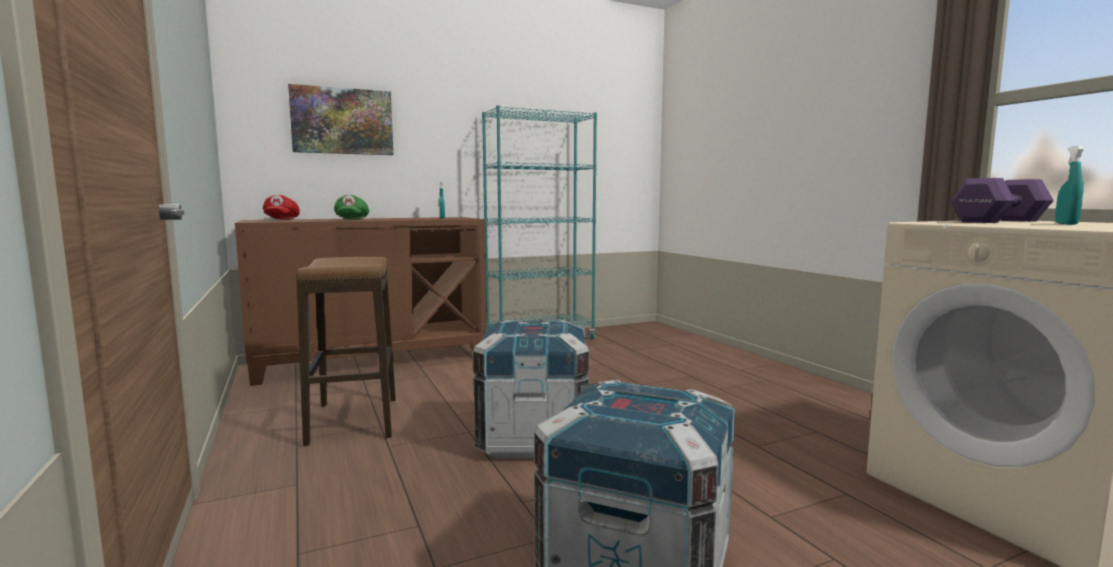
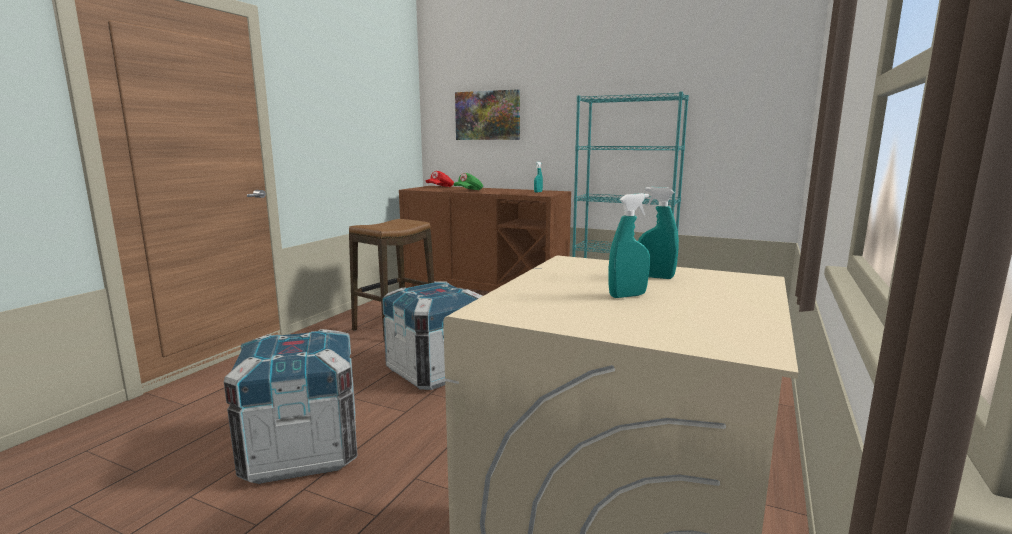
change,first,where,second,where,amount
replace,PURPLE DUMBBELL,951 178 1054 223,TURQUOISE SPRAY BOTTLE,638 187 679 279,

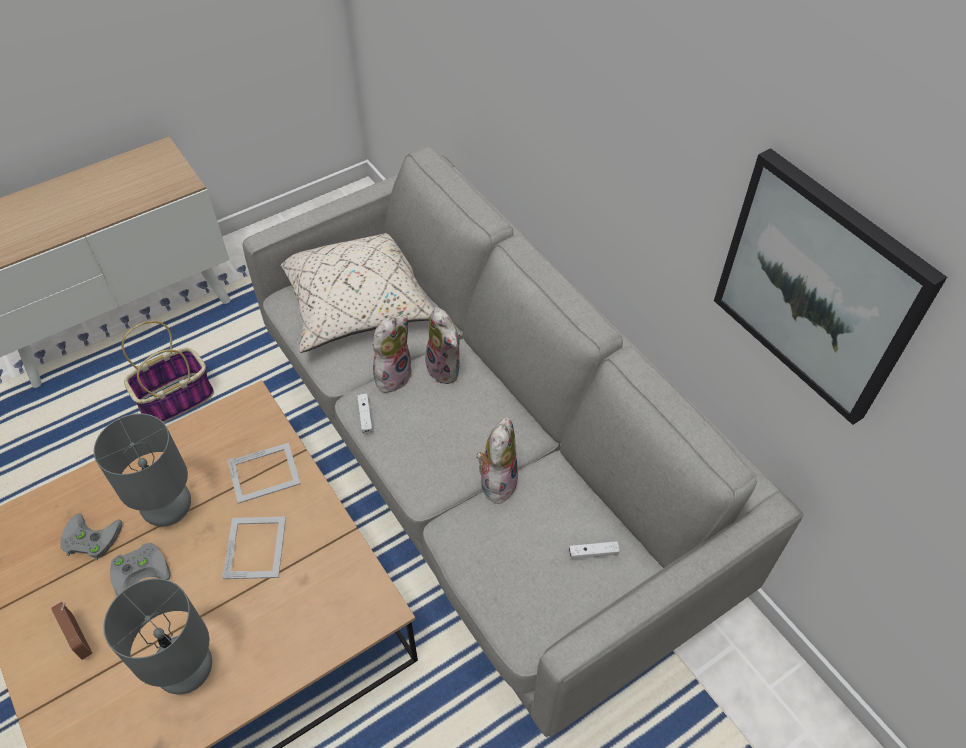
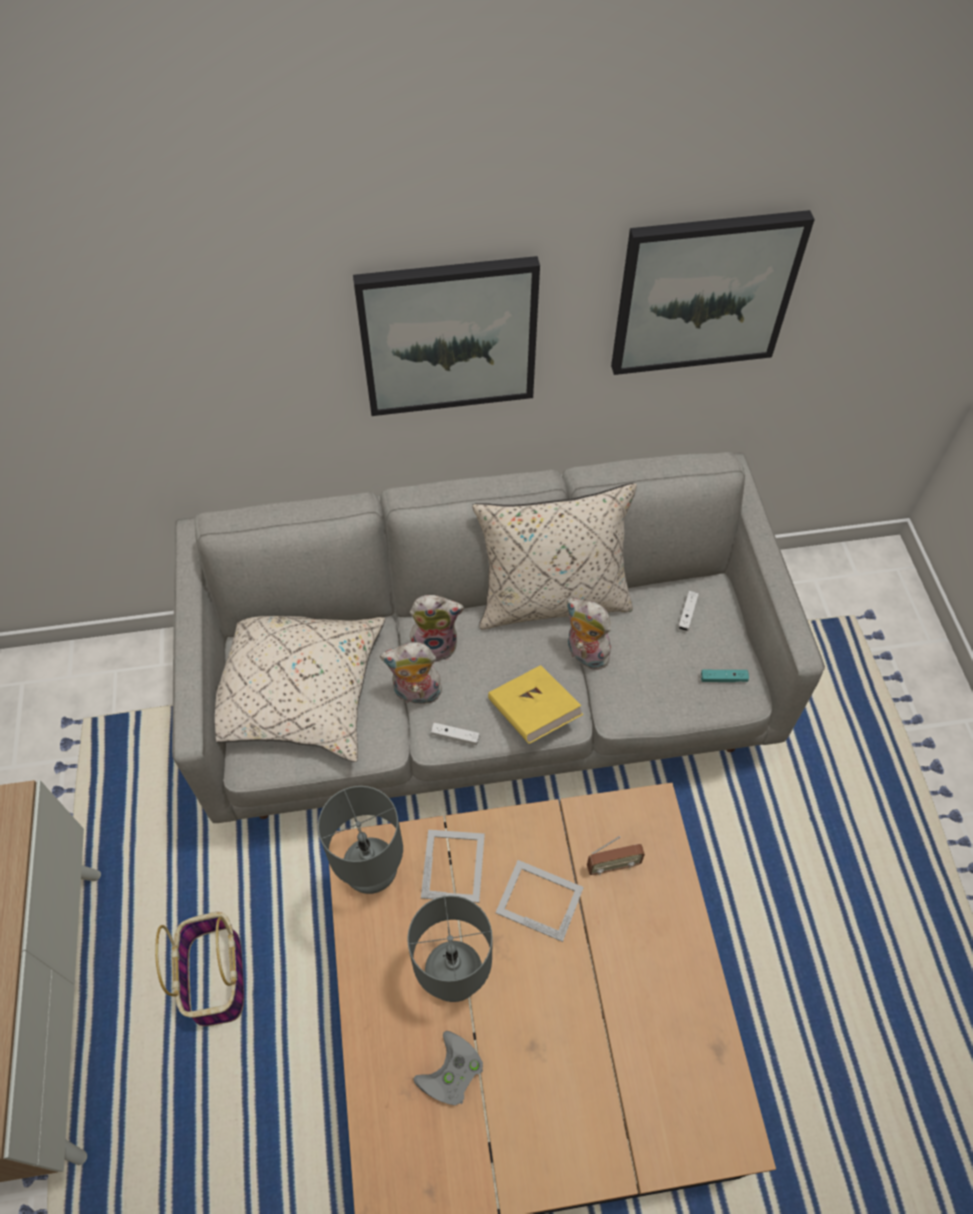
change,first,where,second,where,amount
move,GREY TABLE LAMP,103 578 212 694,,318 786 403 894,
insert,,,PICTURE,353 256 540 416,
rotate,PLUSH TOY,372 315 413 393,,380 642 443 705,60 degrees counterclockwise
insert,,,BEIGE PILLOW,472 483 637 630,
insert,,,YELLOW BOOK,488 665 583 744,
move,RADIO,51 602 93 660,,587 836 645 875,
insert,,,TURQUOISE GAME CONTROLLER,701 670 749 682,
delete,GREY GAME CONTROLLER,110 543 171 596,,,

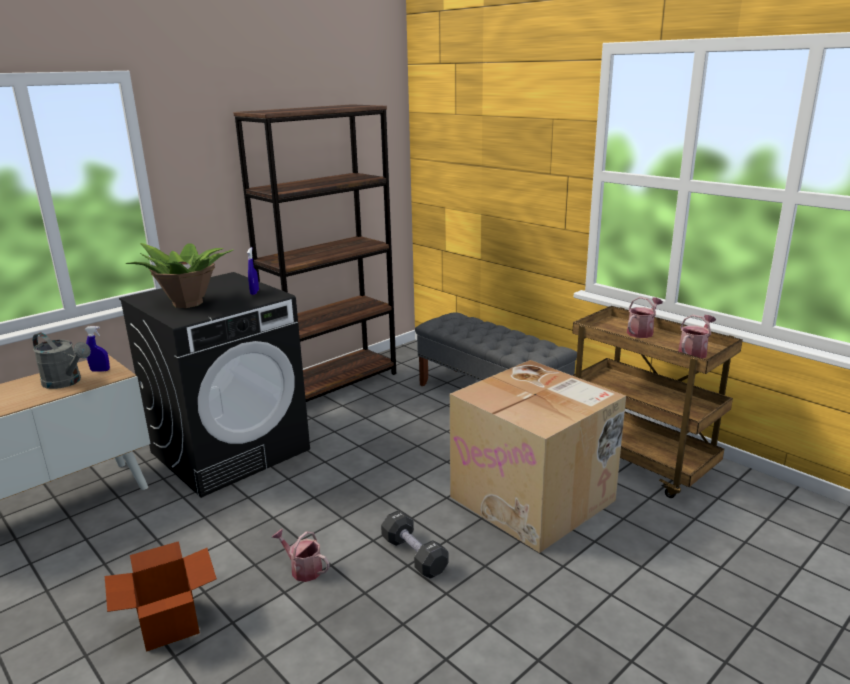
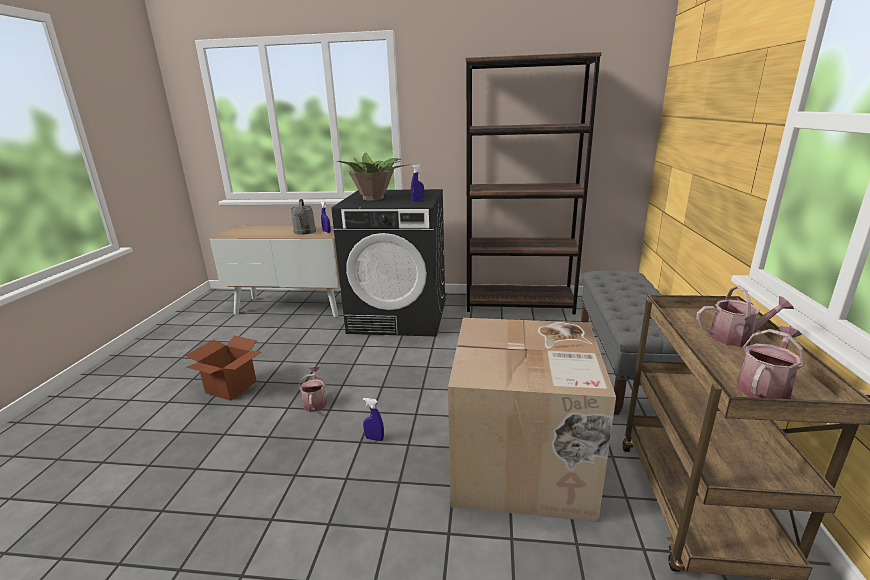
change,first,where,second,where,amount
replace,BLACK DUMBBELL,381 510 449 579,BLUE SPRAY BOTTLE,363 398 384 441,
rotate,WATERING CAN,678 315 716 358,,737 326 805 399,45 degrees counterclockwise

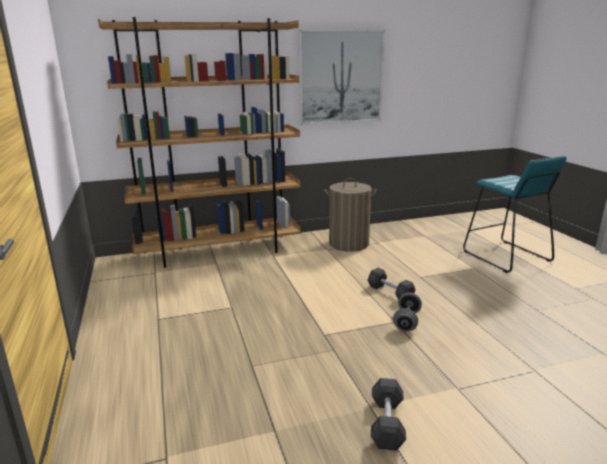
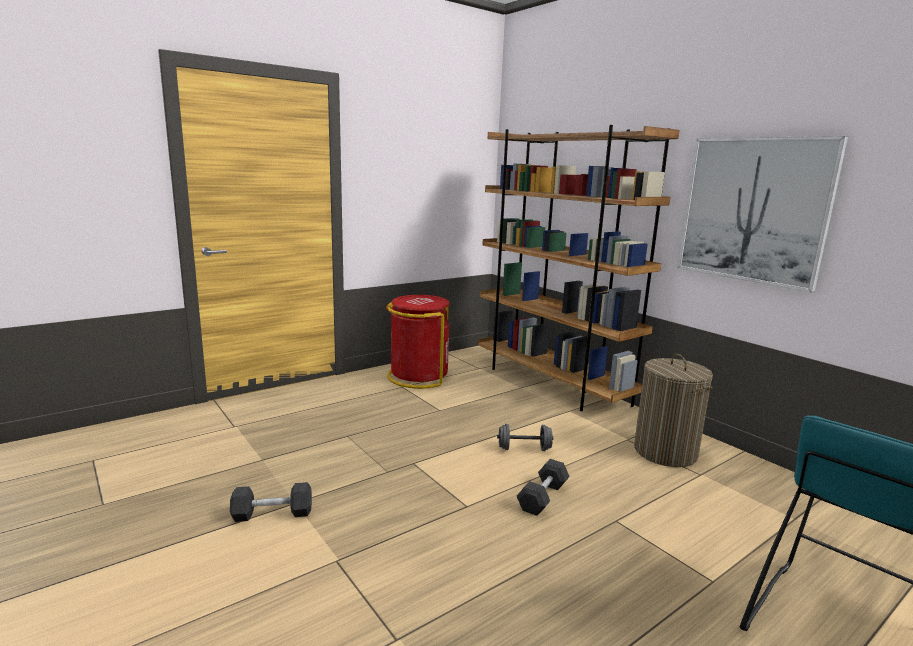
change,first,where,second,where,amount
insert,,,RED TRASH CAN,386 295 450 389,
move,GREY DUMBBELL,393 292 422 332,,497 424 553 451,

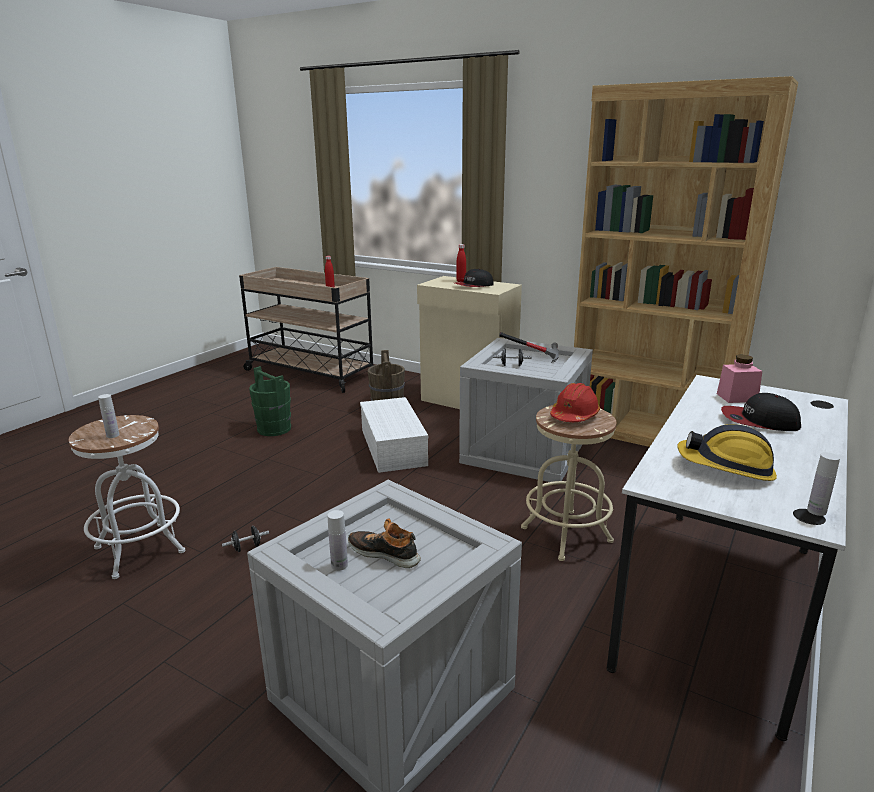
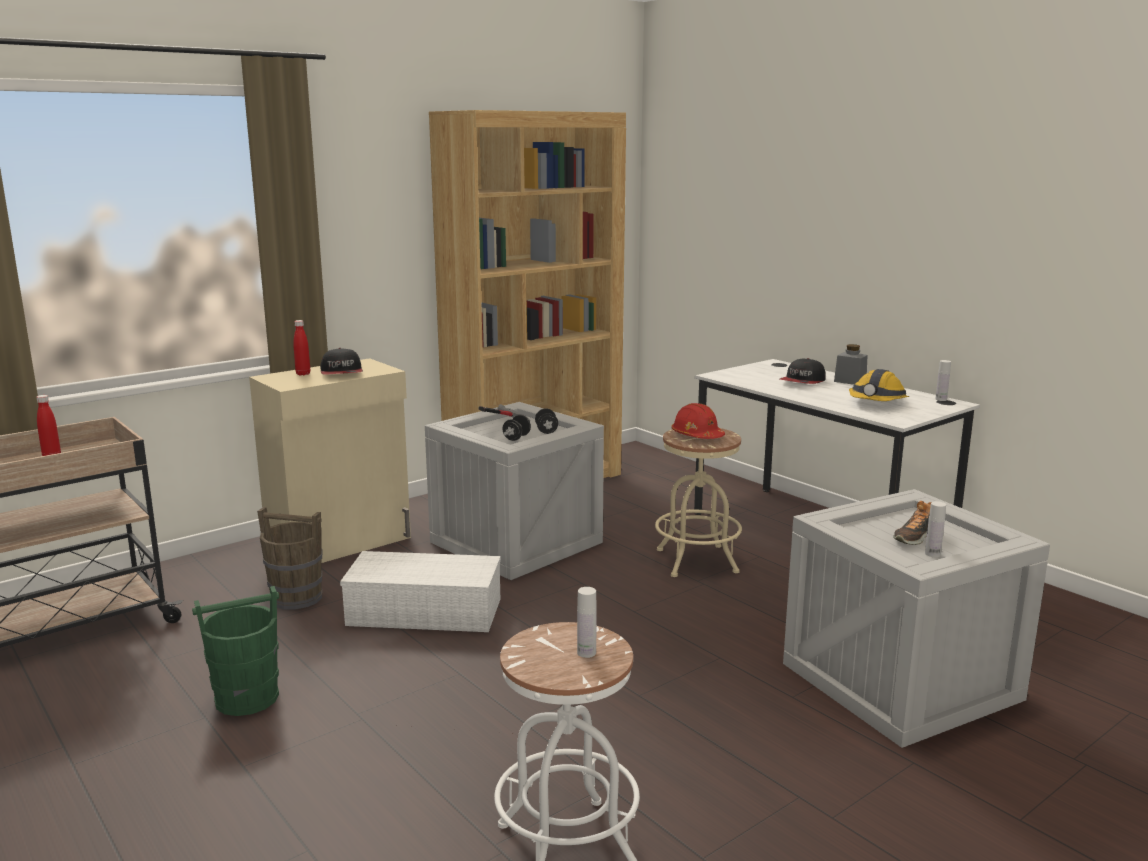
change,first,where,second,where,amount
move,BLACK DUMBBELL,222 526 269 552,,535 408 558 434,
insert,,,GREY JAR,834 344 868 385,
delete,PINK JAR,717 354 762 403,,,

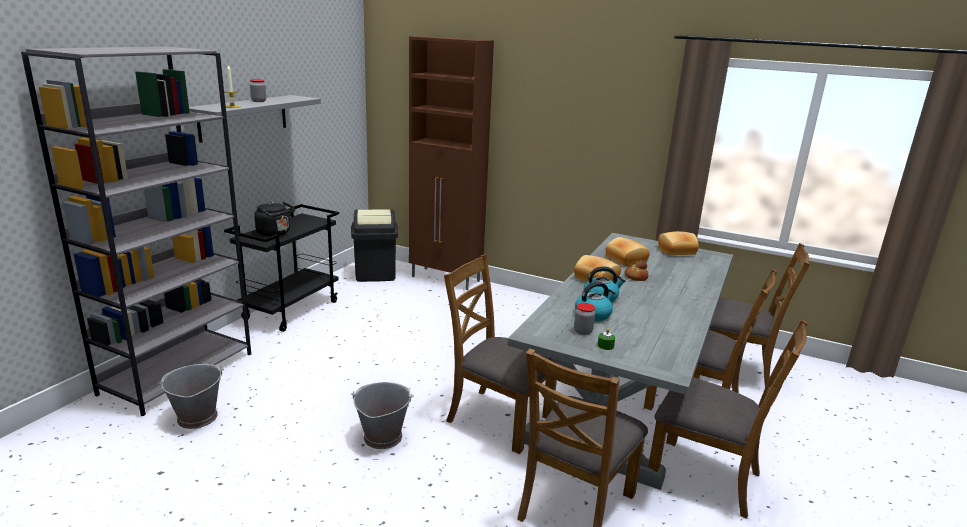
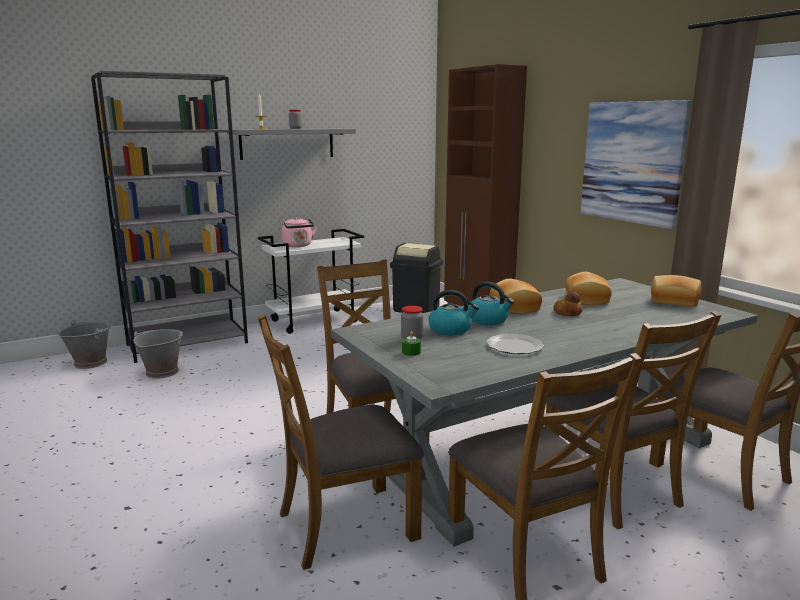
change,first,where,second,where,amount
move,GREY BUCKET,351 382 414 449,,58 320 111 369,
recolor,BLACK CART,224 204 339 332,WHITE CART,258 229 364 334,
recolor,BLACK KETTLE,254 201 295 237,PINK KETTLE,282 217 317 247,
insert,,,PLATE,486 334 544 354,
insert,,,PICTURE,581 100 691 229,

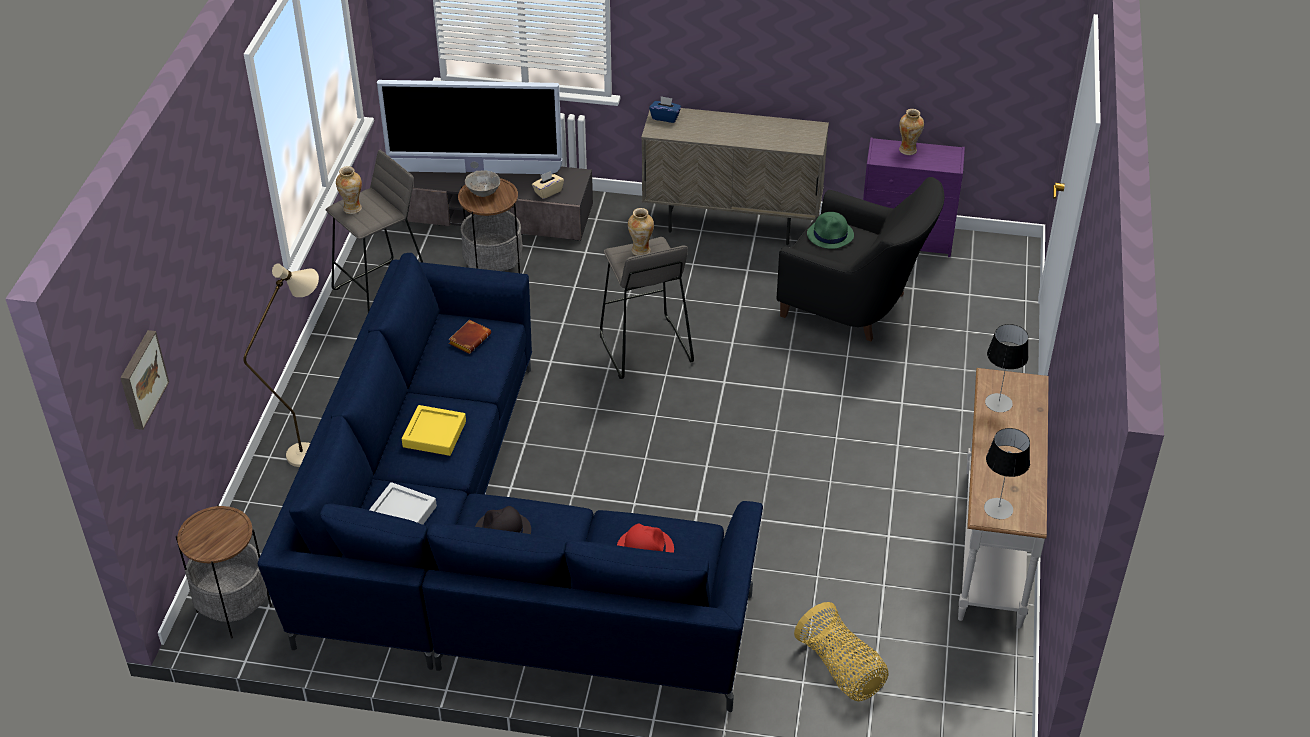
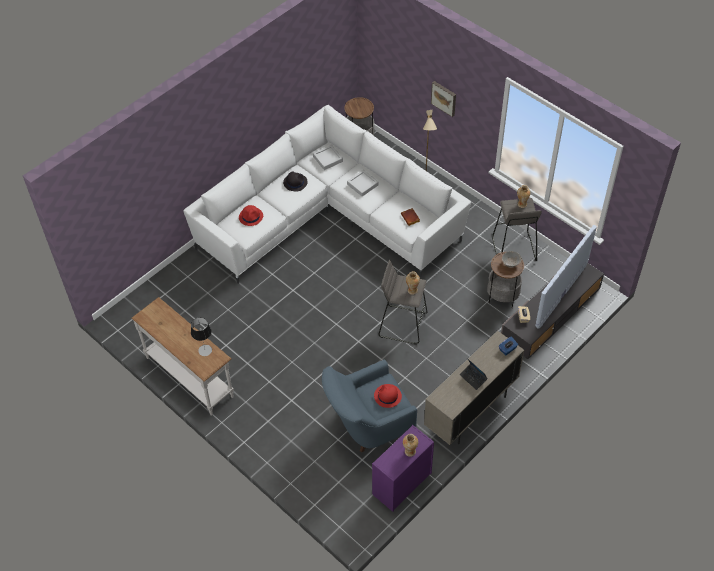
change,first,where,second,where,amount
recolor,BLUE SOFA,258 253 763 712,WHITE SOFA,183 105 471 284,
recolor,BLACK ARMCHAIR,777 177 945 341,BLUE ARMCHAIR,322 360 417 452,
recolor,YELLOW TRAY,402 405 466 456,GREY TRAY,347 170 379 196,
recolor,GREEN HAT,807 212 854 249,RED HAT,374 384 402 408,
move,PICTURE,120 330 169 430,,431 81 456 117,
insert,,,LAPTOP,460 359 488 390,
delete,BASKET,794 602 889 701,,,
delete,TABLE LAMP,984 428 1030 519,,,

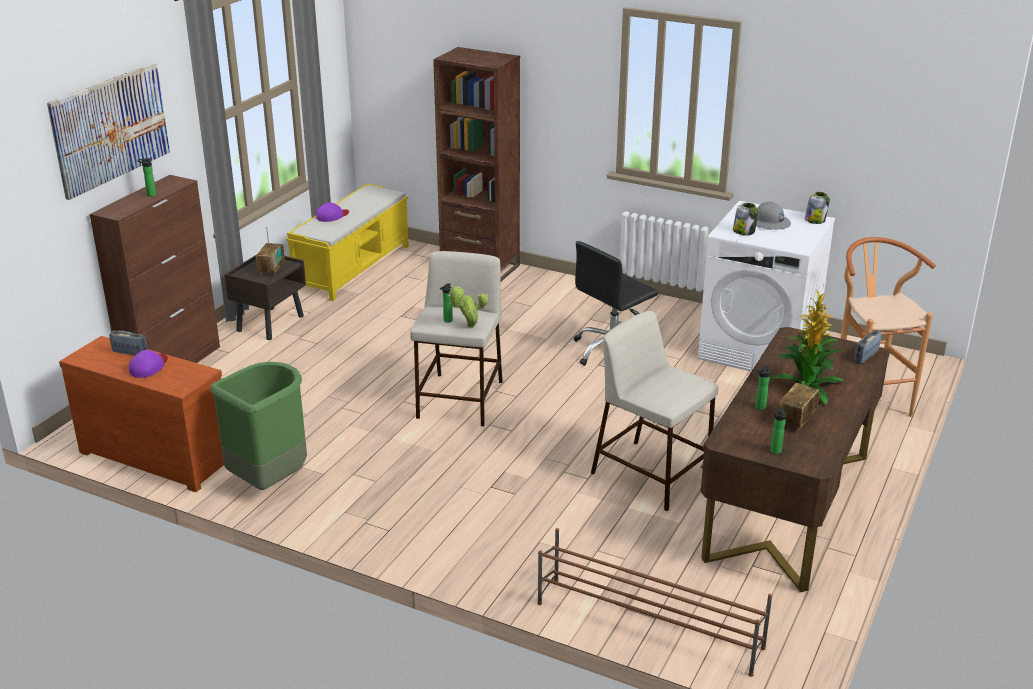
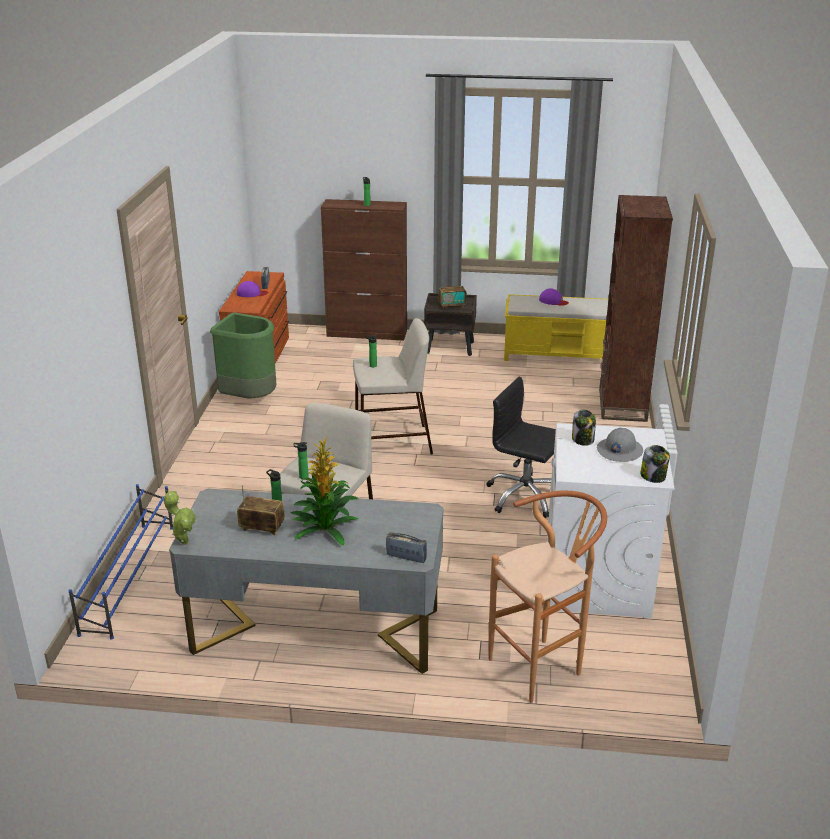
change,first,where,second,where,amount
recolor,BROWN SHOE RACK,537 528 772 677,BLUE SHOE RACK,68 484 173 640,
move,POTTED PLANT,448 286 488 328,,164 491 196 545,
recolor,BROWN DESK,700 327 890 592,GREY DESK,169 489 444 674,
move,BOTTLE,770 407 787 454,,294 442 309 479,
delete,PICTURE,47 63 170 200,,,

